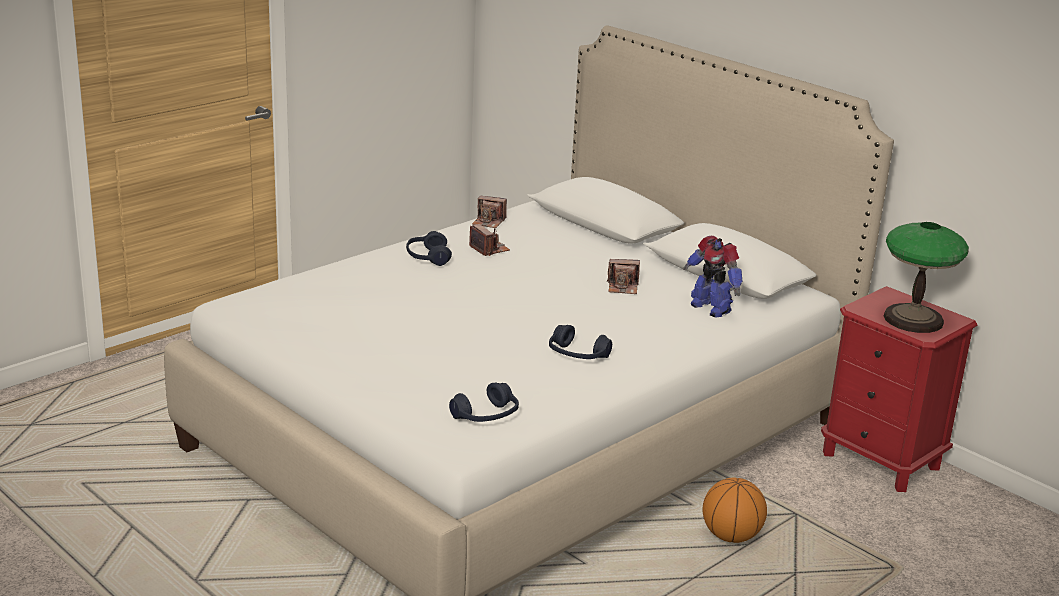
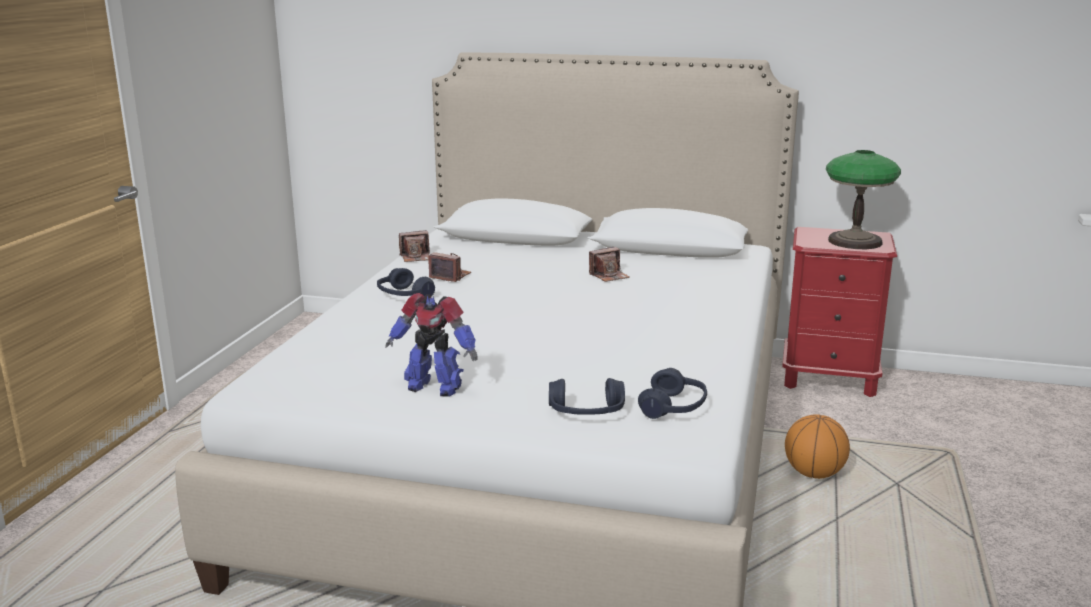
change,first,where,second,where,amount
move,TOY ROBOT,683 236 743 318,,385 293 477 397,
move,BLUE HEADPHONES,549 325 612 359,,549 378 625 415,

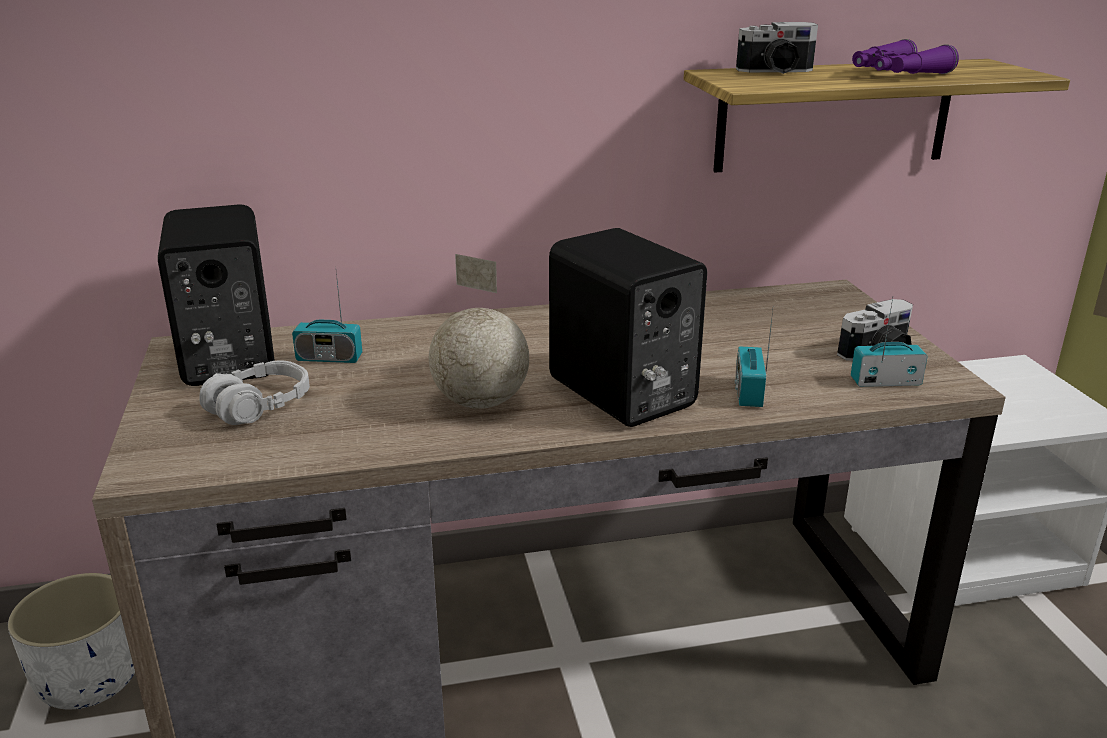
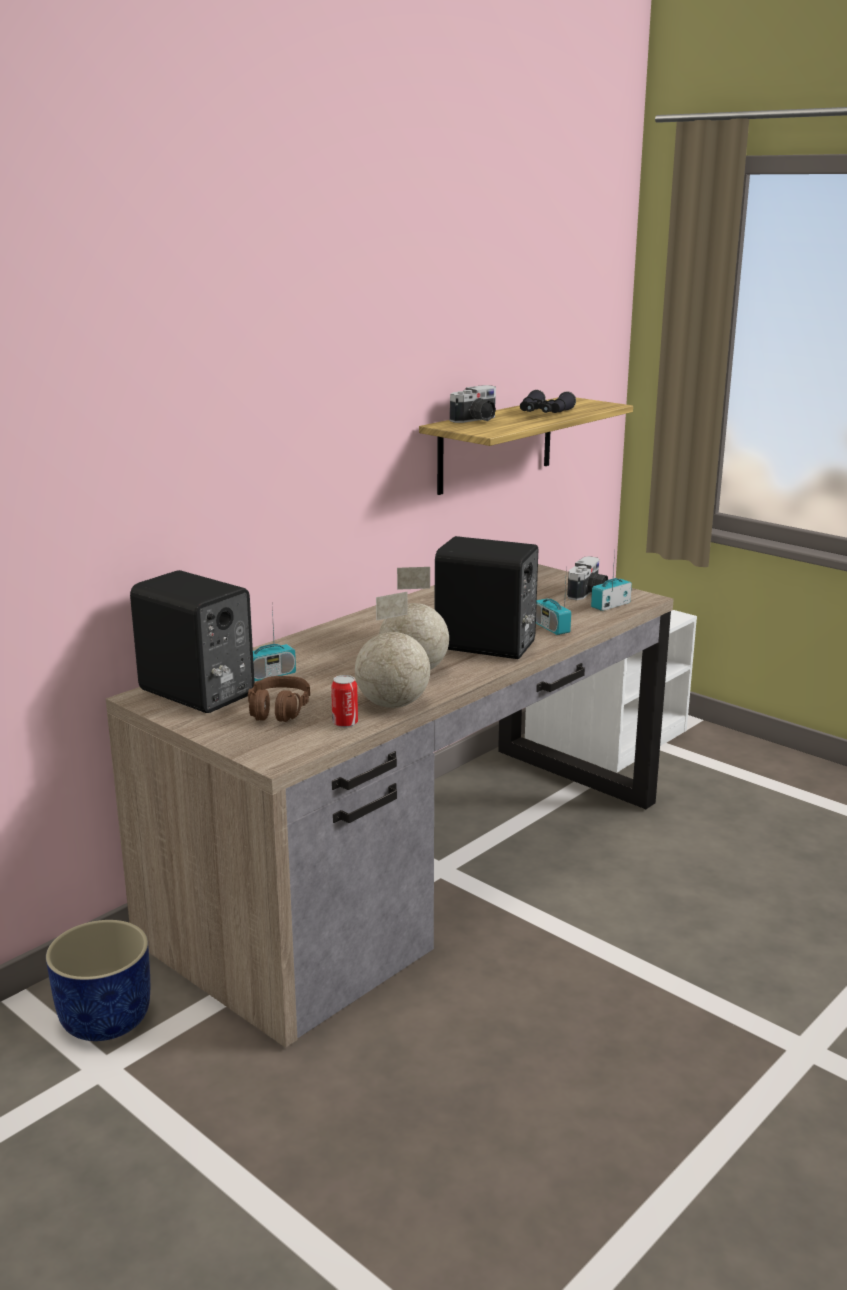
change,first,where,second,where,amount
recolor,WHITE PLANTER,8 573 135 709,BLUE PLANTER,46 920 150 1041,
recolor,GREY HEADPHONES,199 360 310 425,BROWN HEADPHONES,248 676 310 722,
insert,,,CAN,331 675 358 728,
insert,,,GLOBE,355 592 430 708,
recolor,PURPLE BINOCULARS,852 39 959 74,BLACK BINOCULARS,520 390 576 413,

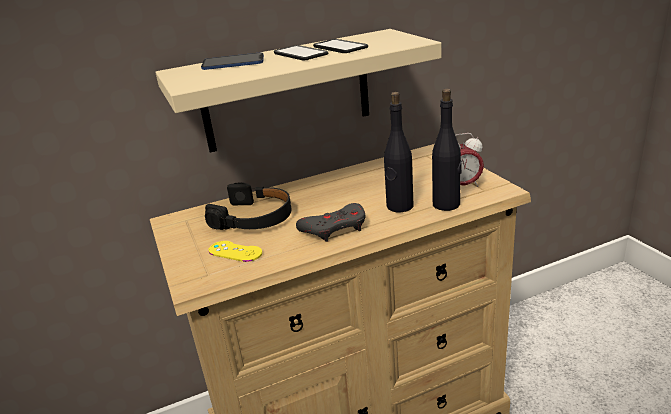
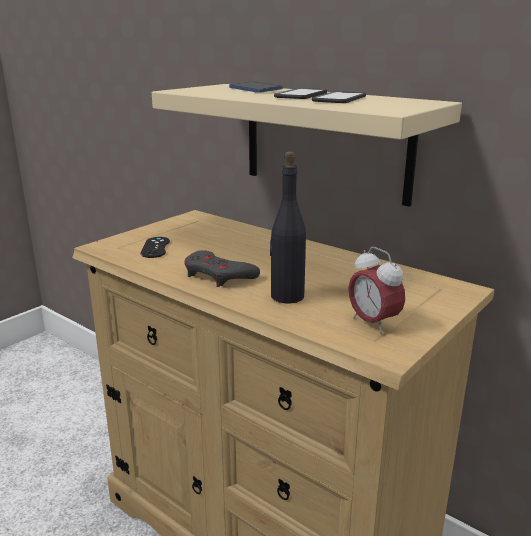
change,first,where,second,where,amount
recolor,YELLOW GAME CONTROLLER,209 241 262 262,BLACK GAME CONTROLLER,141 237 170 258,
delete,BLACK HEADPHONES,205 183 292 230,,,
delete,BLACK BOTTLE,432 89 462 211,,,

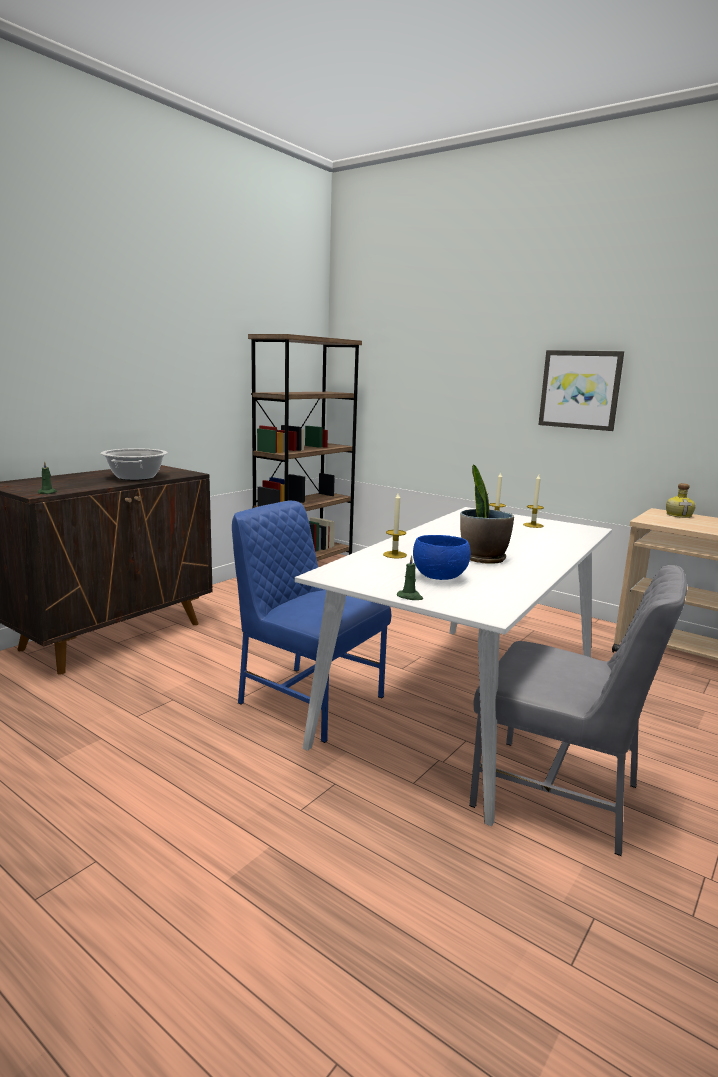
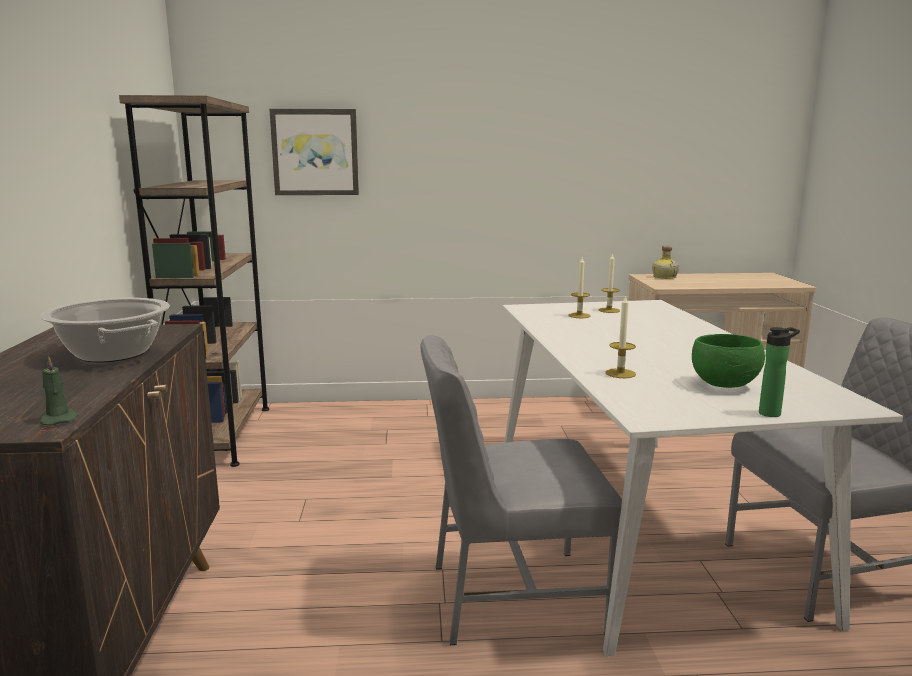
change,first,where,second,where,amount
move,PICTURE,538 350 624 431,,269 109 359 195,
recolor,BLUE CHAIR,232 501 391 743,GREY CHAIR,420 335 622 645,
recolor,BLUE BOWL,413 535 471 580,GREEN BOWL,692 334 765 388,
replace,GREEN CANDLE,397 555 423 600,BOTTLE,759 327 800 417,
delete,POTTED PLANT,460 465 514 564,,,

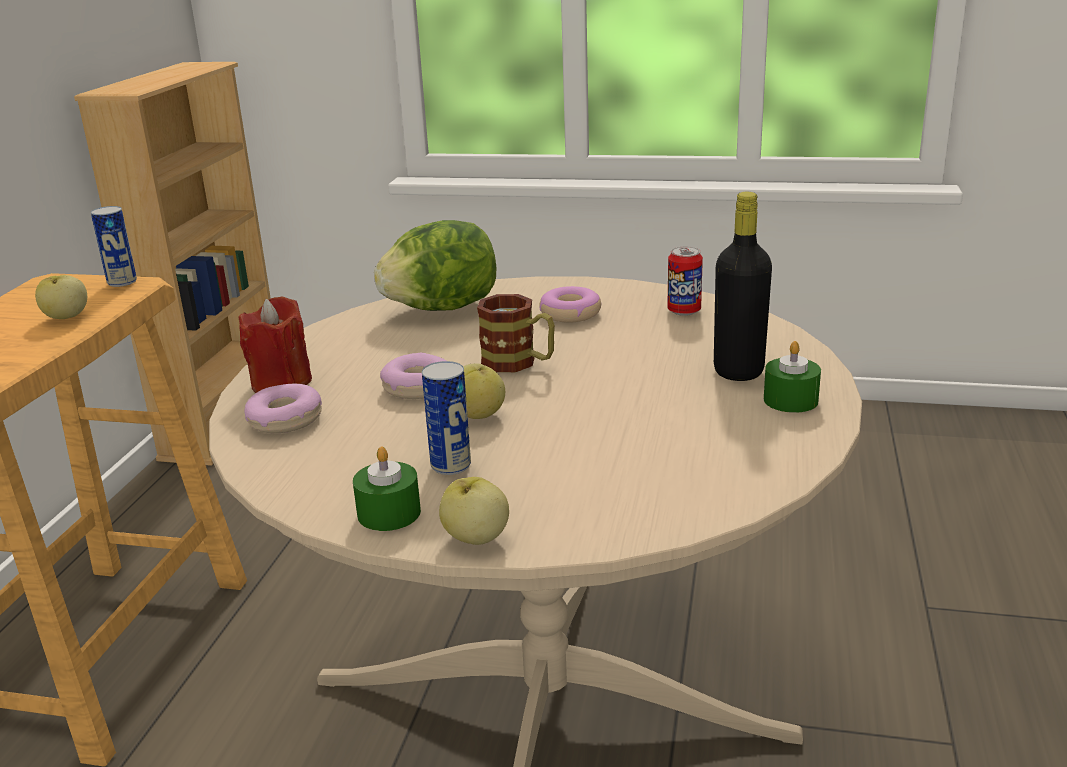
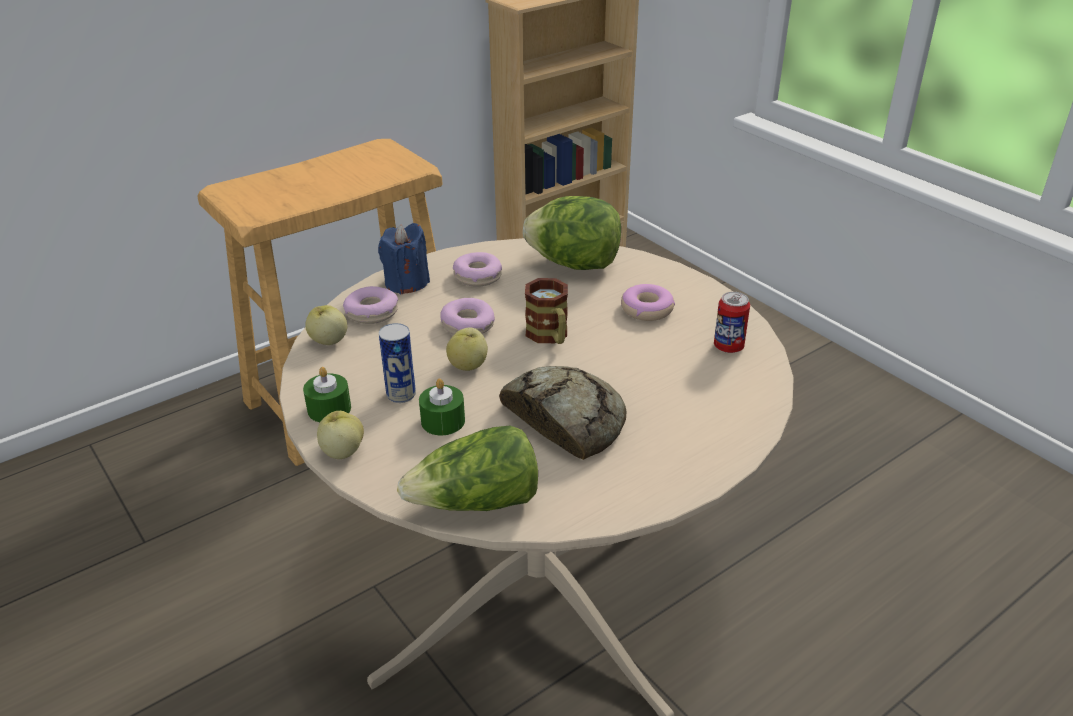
change,first,where,second,where,amount
move,APPLE,35 275 87 319,,305 305 347 345,
recolor,RED CANDLE,238 297 312 393,BLUE CANDLE,378 223 430 294,
insert,,,LETTUCE,397 425 538 511,
move,GREEN CANDLE,764 341 821 413,,419 378 465 435,
insert,,,DONUT,453 252 502 287,
insert,,,BREAD,499 366 627 460,
delete,CAN,91 206 137 287,,,
delete,BLACK BOTTLE,714 192 772 381,,,

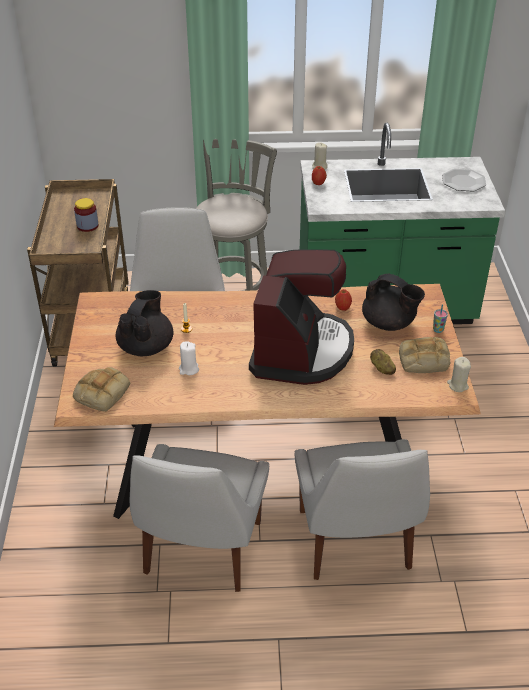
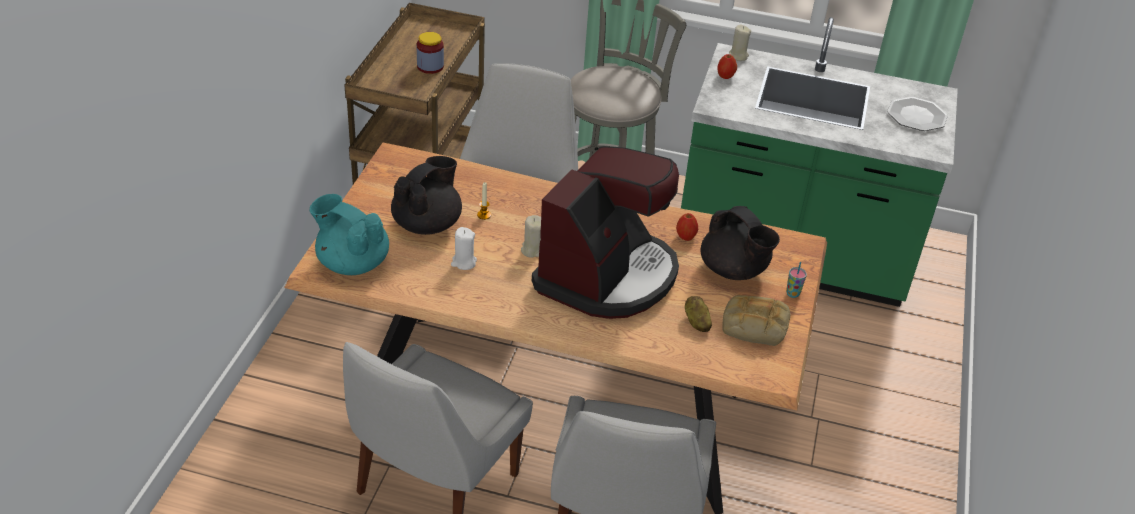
change,first,where,second,where,amount
replace,BREAD,73 367 131 412,TURQUOISE TEAPOT,310 194 389 275,
move,BEIGE CANDLE,447 357 471 392,,521 215 541 258,

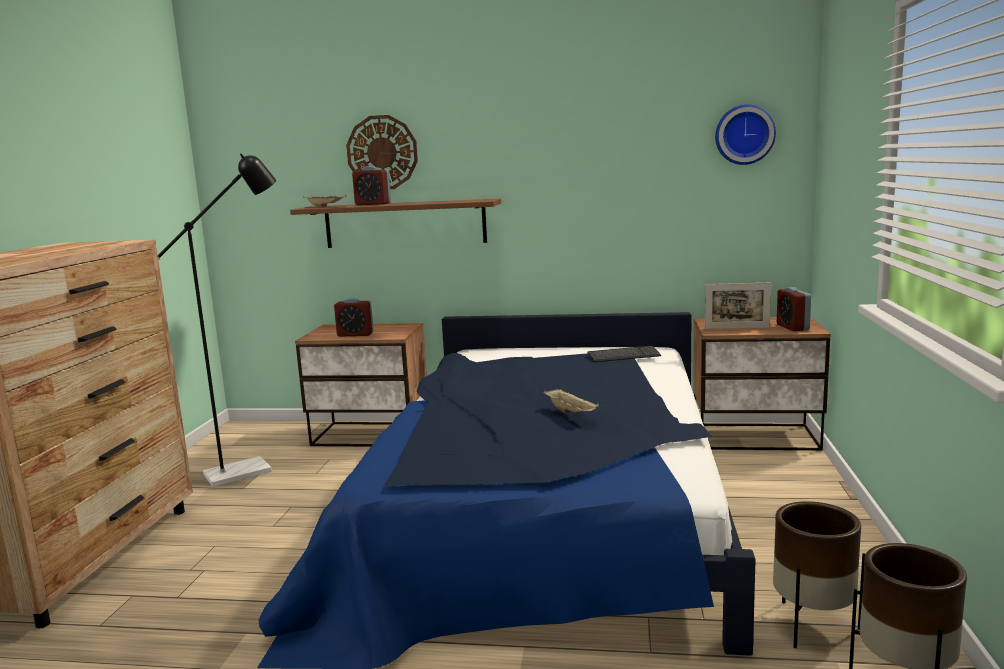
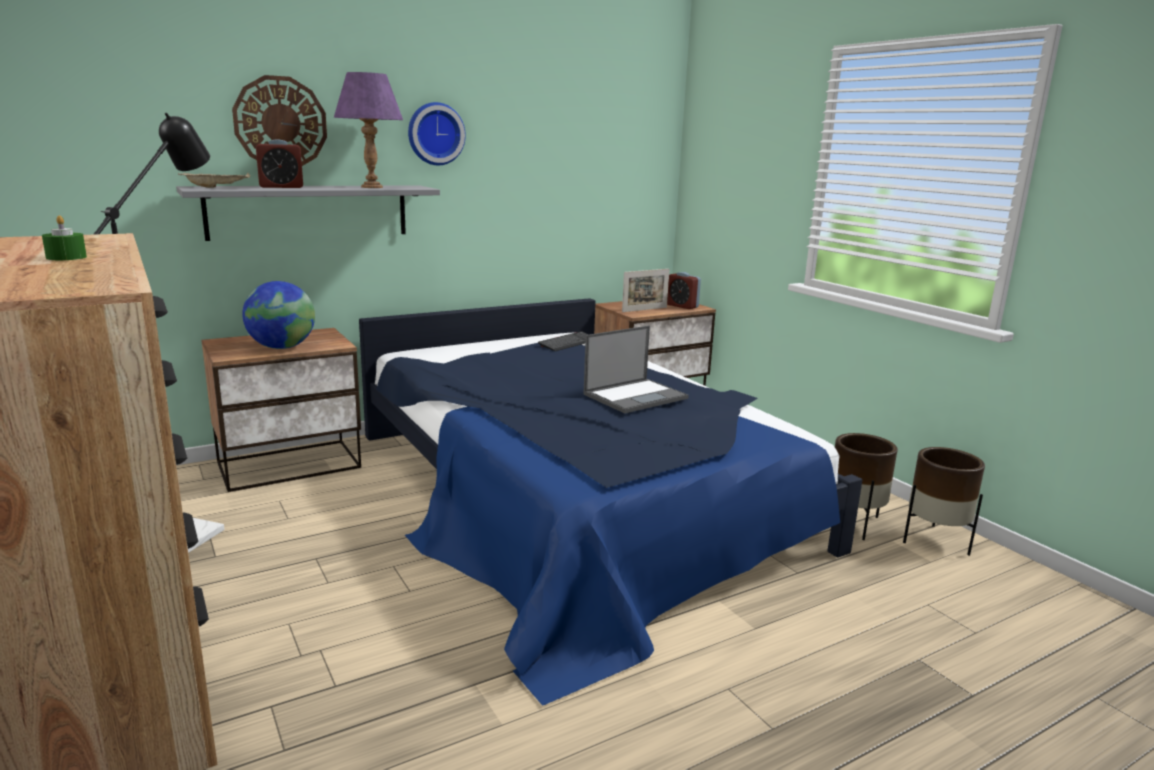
change,first,where,second,where,amount
insert,,,GREEN CANDLE,42 215 87 260,
recolor,BROWN SHELF,290 199 501 248,GREY SHELF,176 185 440 241,
replace,ALARM CLOCK,334 298 374 337,GLOBE,242 281 315 349,
insert,,,PURPLE TABLE LAMP,334 72 403 188,
move,WALL CLOCK,715 104 776 165,,408 102 466 165,
replace,BEIGE TRAY,544 389 599 413,LAPTOP,584 326 689 413,

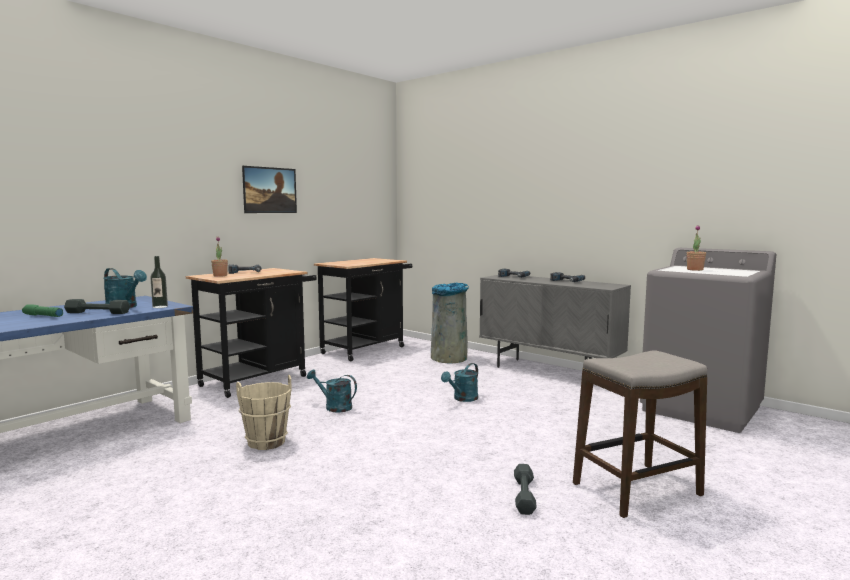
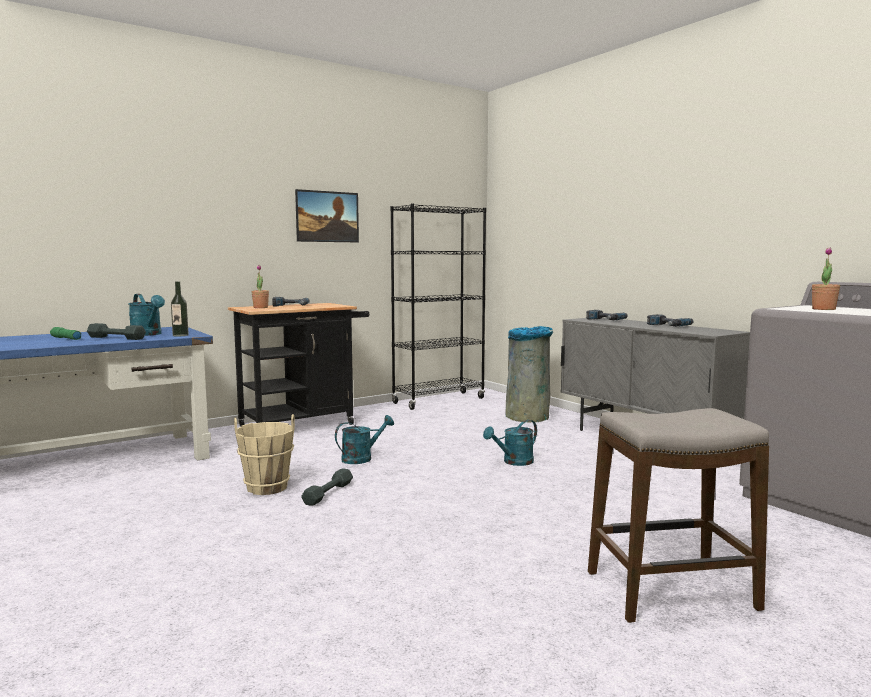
change,first,where,second,where,amount
move,GREY DUMBBELL,514 464 537 515,,301 468 353 506,
rotate,TURQUOISE WATERING CAN,307 369 357 412,,335 415 394 464,105 degrees clockwise
replace,BLACK CART,314 258 413 361,BLACK BOOKCASE,390 204 486 410,

